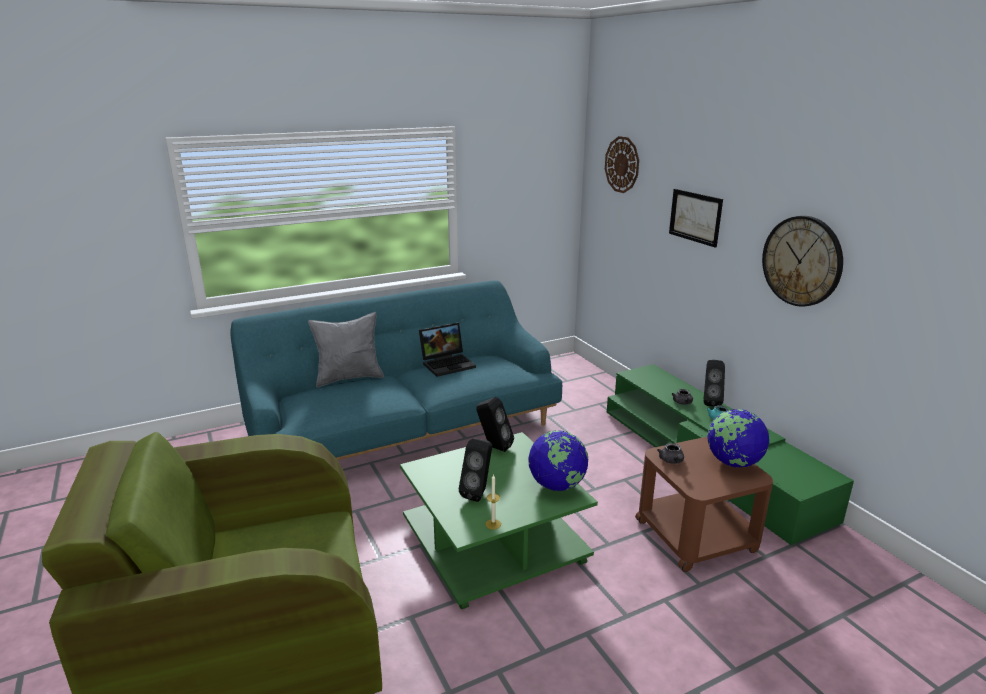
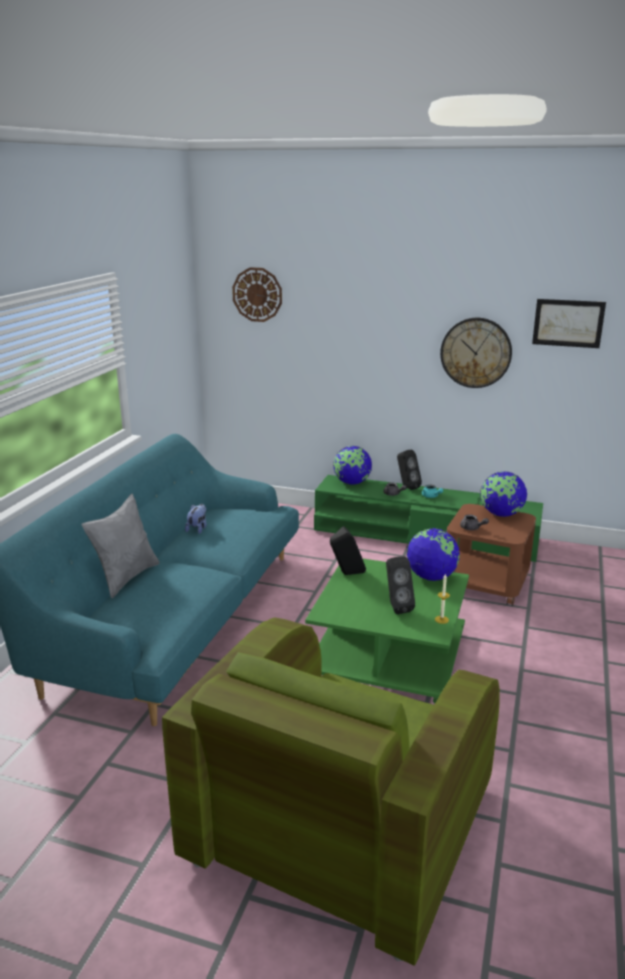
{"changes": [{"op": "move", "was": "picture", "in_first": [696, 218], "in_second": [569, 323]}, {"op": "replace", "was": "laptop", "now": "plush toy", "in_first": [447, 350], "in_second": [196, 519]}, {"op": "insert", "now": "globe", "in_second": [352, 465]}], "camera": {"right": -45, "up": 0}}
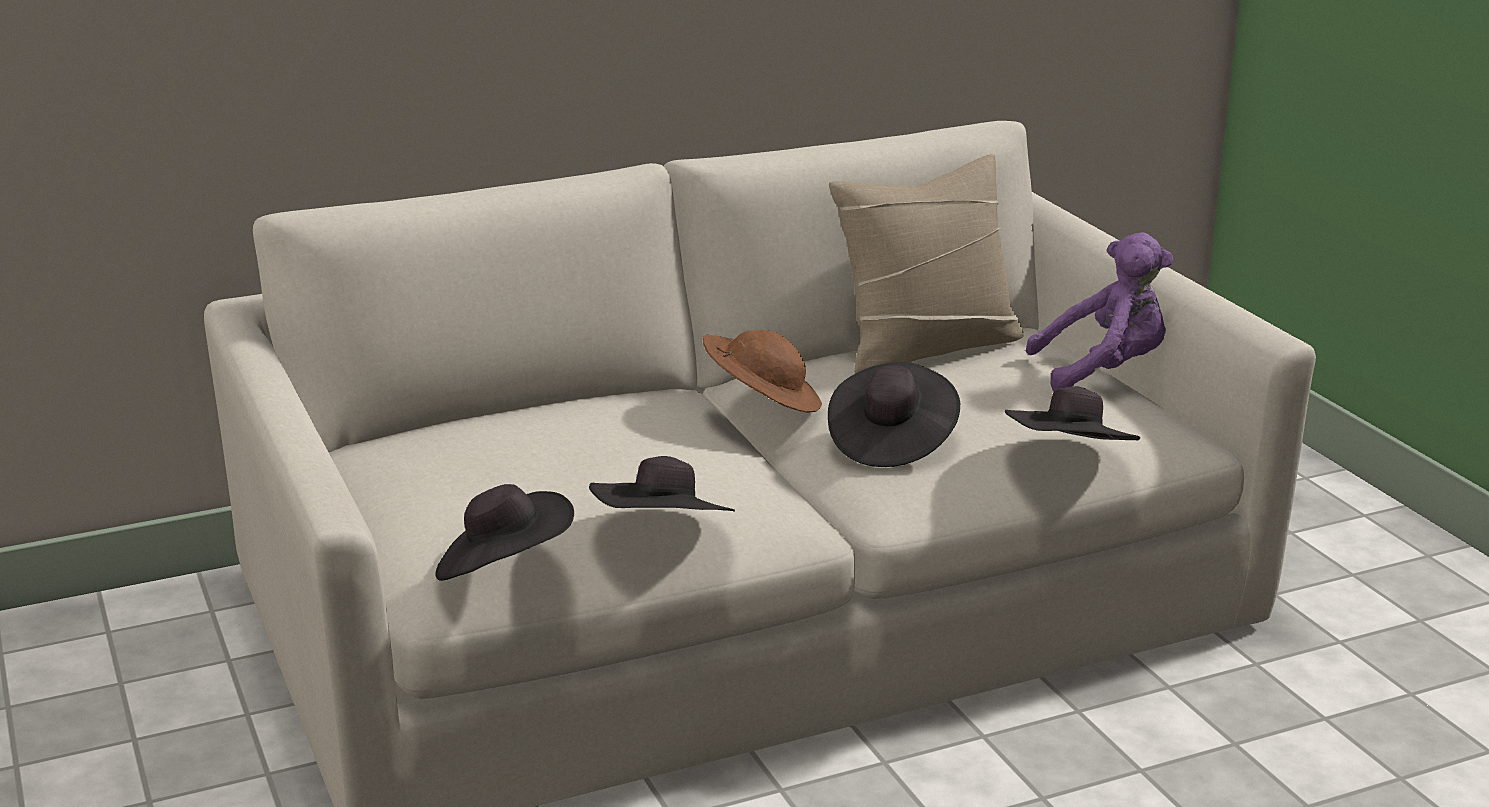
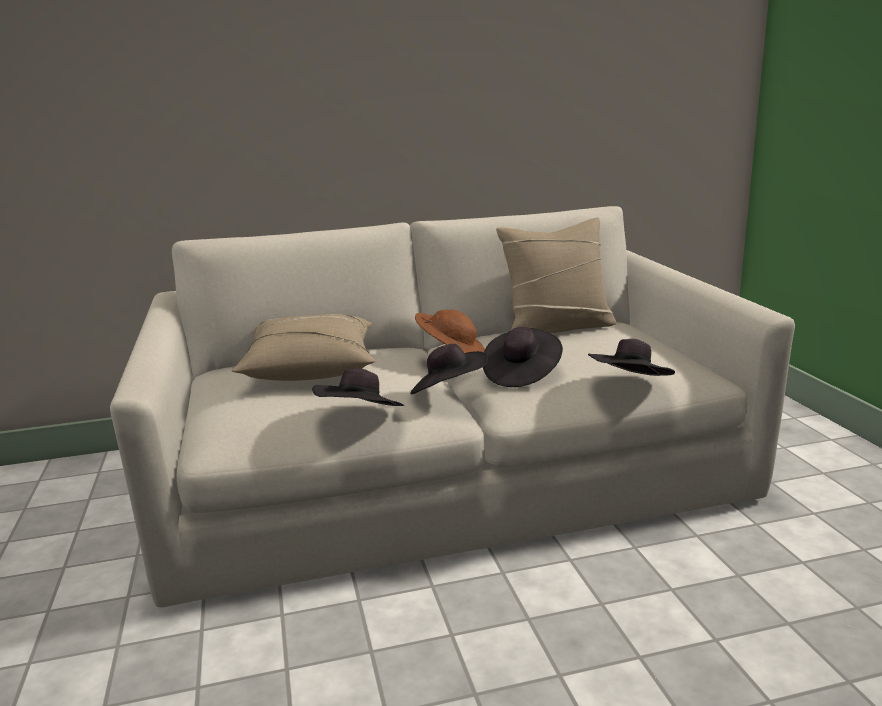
{"changes": [{"op": "delete", "was": "purple plush toy", "in_first": [1099, 312]}, {"op": "move", "was": "black hat", "in_first": [504, 532], "in_second": [449, 369]}, {"op": "insert", "now": "beige pillow", "in_second": [303, 347]}], "camera": {"right": 10, "up": -5}}
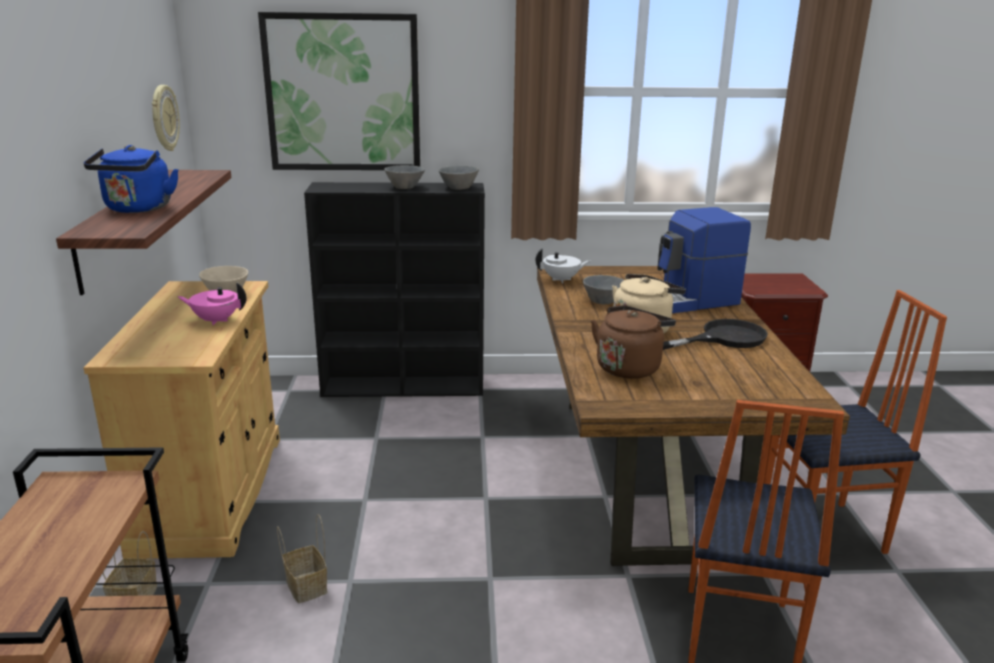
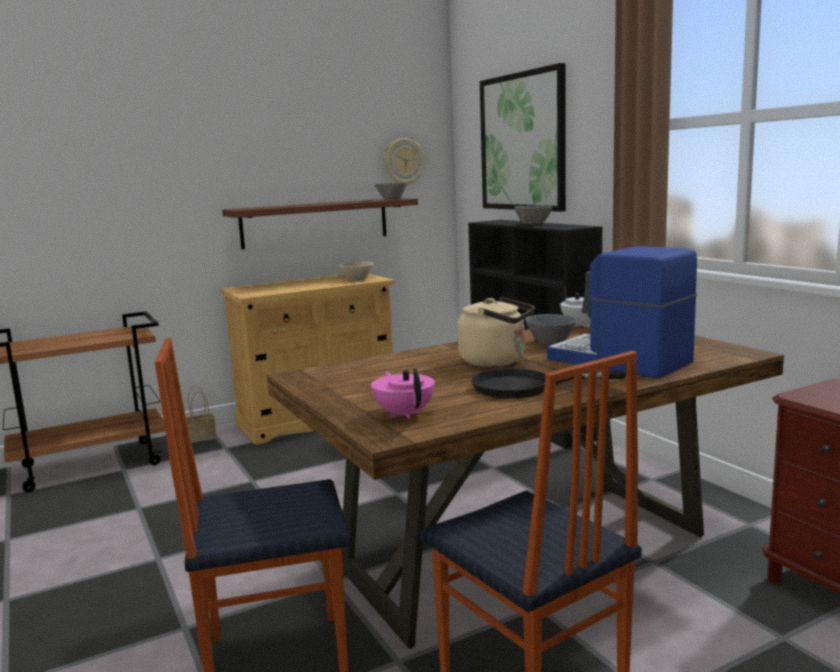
{"changes": [{"op": "delete", "was": "blue kettle", "in_first": [131, 179]}, {"op": "move", "was": "grey bowl", "in_first": [459, 178], "in_second": [391, 190]}, {"op": "move", "was": "pink teapot", "in_first": [212, 304], "in_second": [403, 393]}, {"op": "delete", "was": "brown kettle", "in_first": [633, 342]}, {"op": "rotate", "was": "black frying pan", "in_first": [715, 334], "in_second": [548, 383], "clockwise": 135}, {"op": "delete", "was": "basket", "in_first": [302, 558]}], "camera": {"right": 65, "up": -10}}
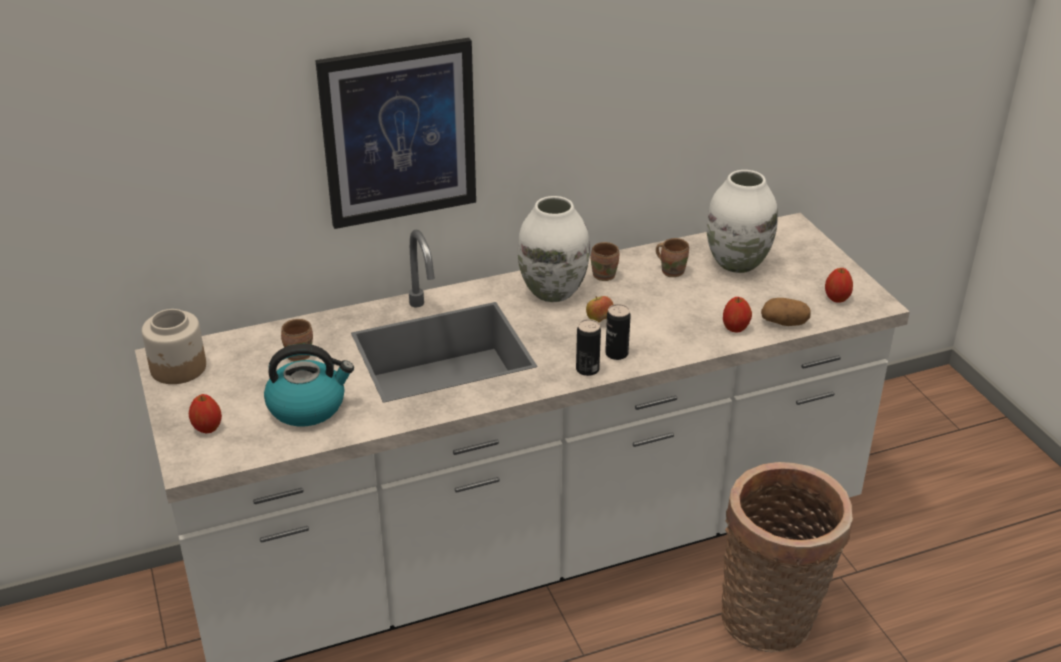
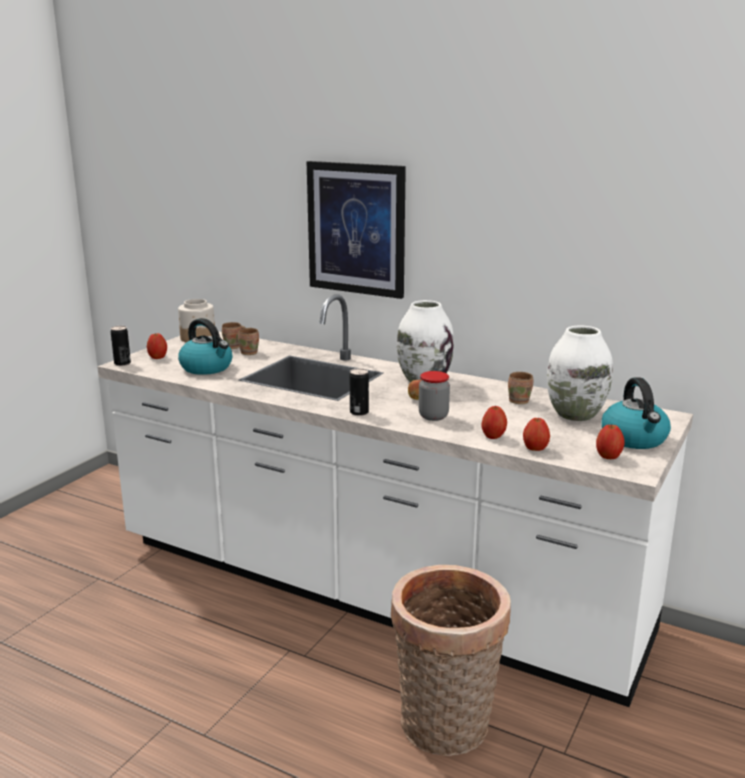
{"changes": [{"op": "move", "was": "brown mug", "in_first": [605, 261], "in_second": [234, 335]}, {"op": "replace", "was": "potato", "now": "apple", "in_first": [786, 312], "in_second": [536, 434]}, {"op": "move", "was": "can", "in_first": [618, 332], "in_second": [121, 346]}, {"op": "insert", "now": "jar", "in_second": [434, 396]}, {"op": "insert", "now": "kettle", "in_second": [636, 413]}], "camera": {"right": 50, "up": -15}}
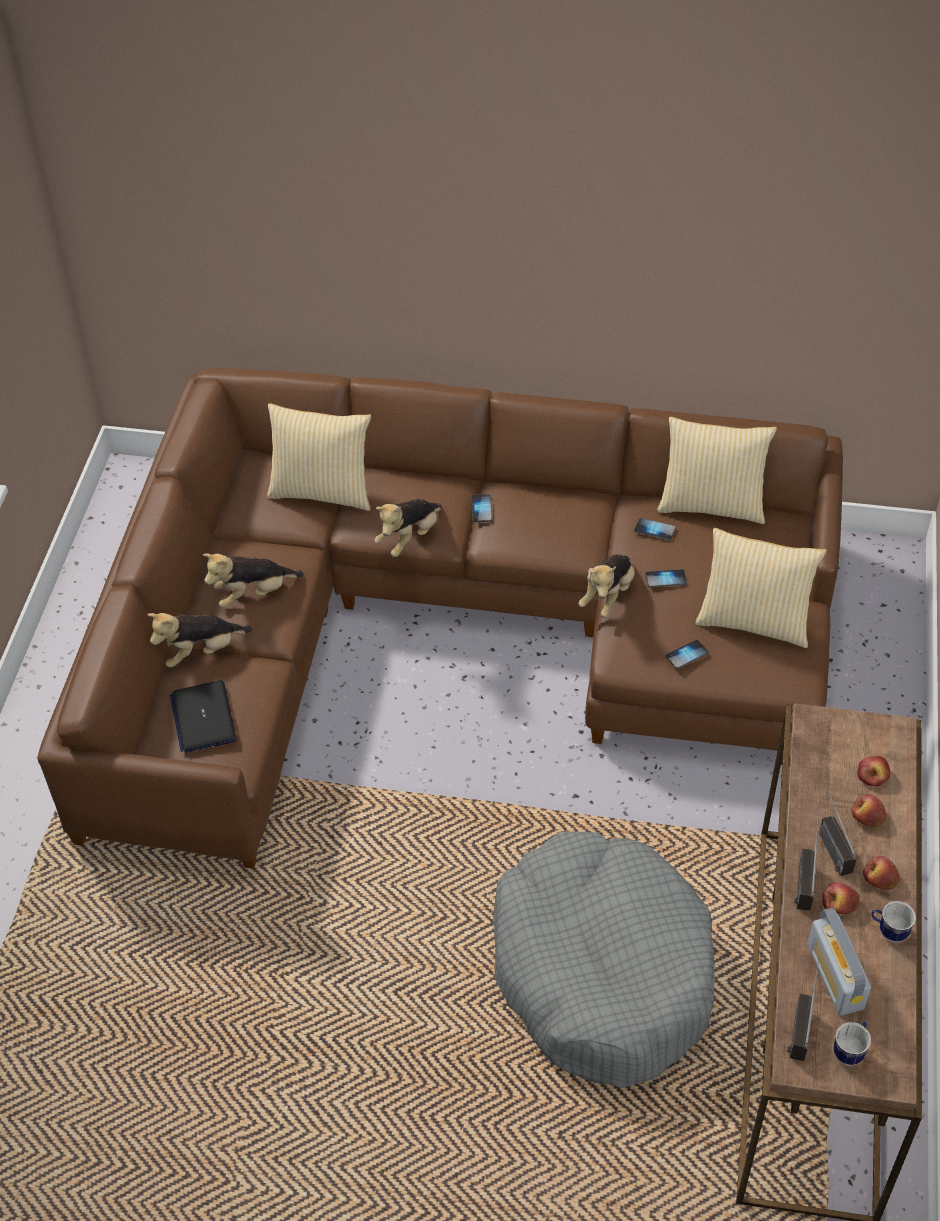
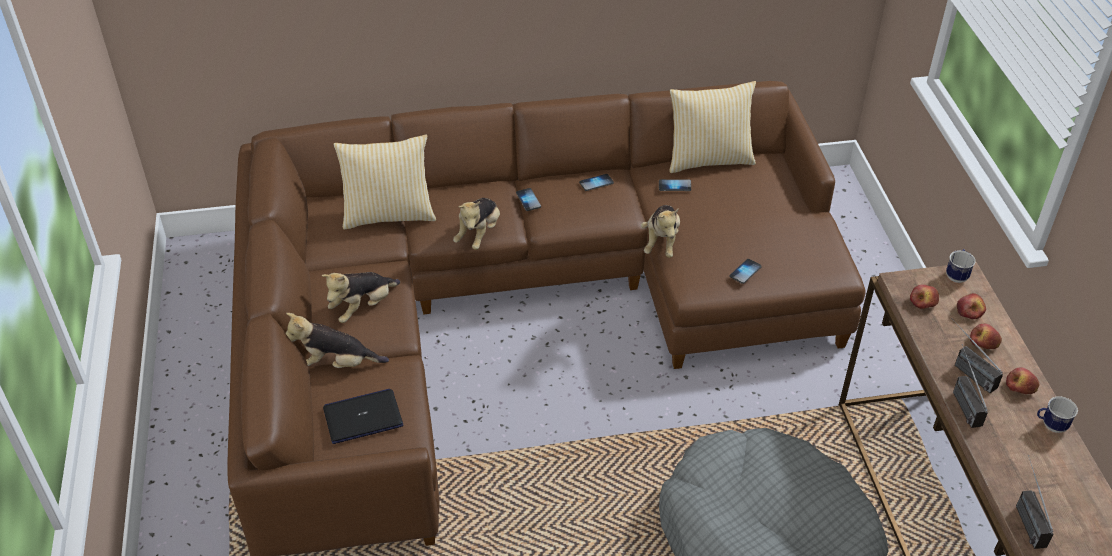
{"changes": [{"op": "delete", "was": "pillow", "in_first": [761, 588]}, {"op": "move", "was": "phone", "in_first": [666, 578], "in_second": [596, 182]}, {"op": "rotate", "was": "plush toy", "in_first": [199, 640], "in_second": [337, 340], "clockwise": 45}, {"op": "rotate", "was": "laptop", "in_first": [203, 716], "in_second": [363, 416], "clockwise": 105}, {"op": "move", "was": "apple", "in_first": [841, 898], "in_second": [924, 296]}, {"op": "delete", "was": "radio", "in_first": [839, 962]}, {"op": "move", "was": "mug", "in_first": [852, 1043], "in_second": [961, 266]}], "camera": {"right": -20, "up": -5}}
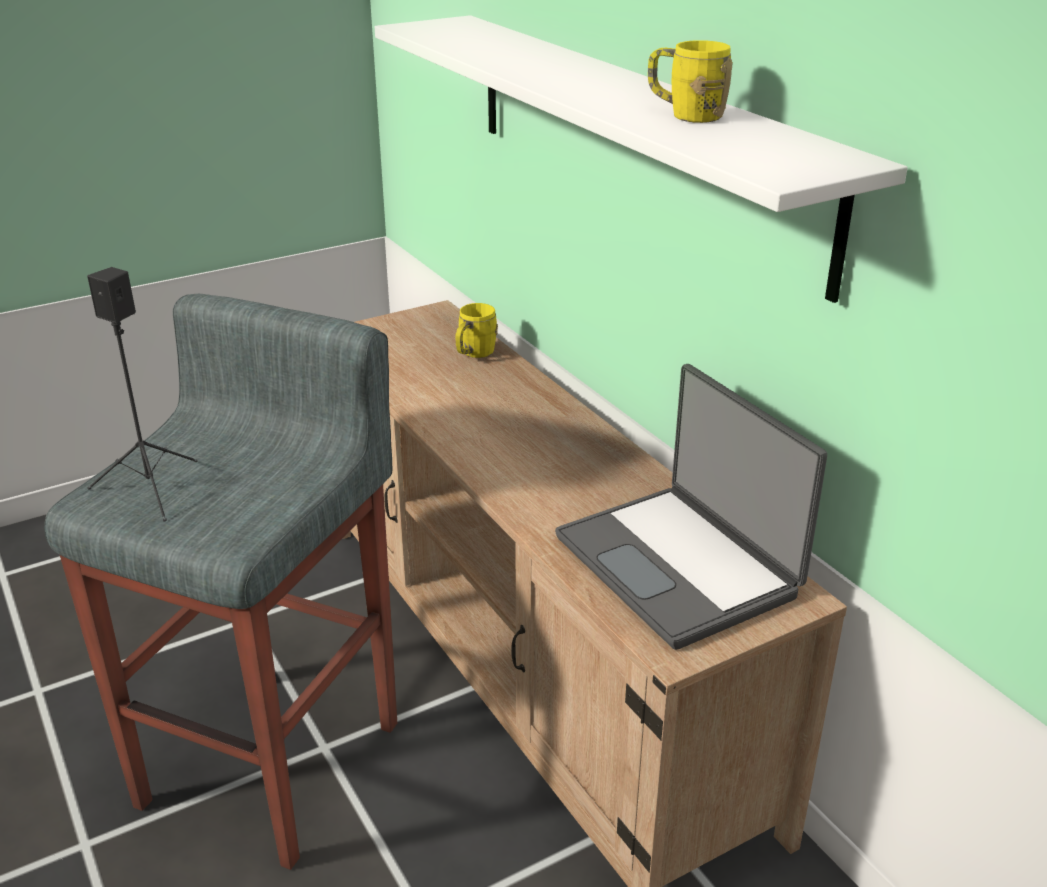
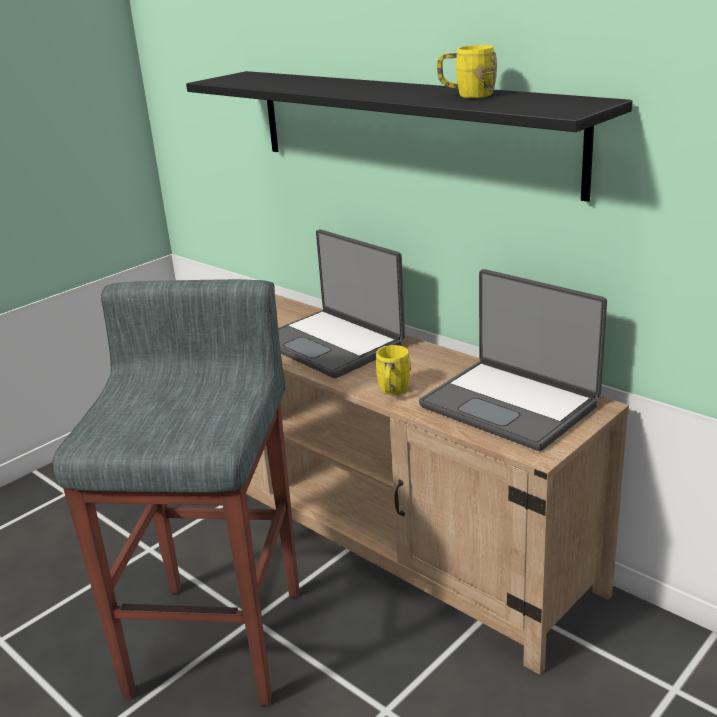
{"changes": [{"op": "recolor", "was": "white shelf", "now": "black shelf", "in_first": [641, 159], "in_second": [409, 136]}, {"op": "delete", "was": "black speaker", "in_first": [142, 394]}, {"op": "move", "was": "yellow mug", "in_first": [477, 330], "in_second": [393, 370]}, {"op": "insert", "now": "laptop", "in_second": [341, 303]}], "camera": {"right": -15, "up": -5}}
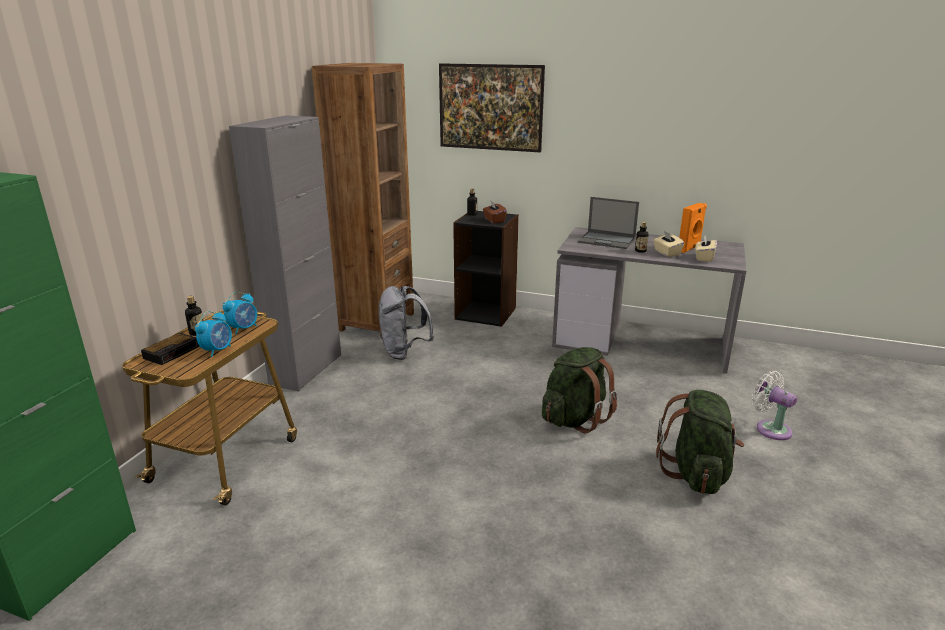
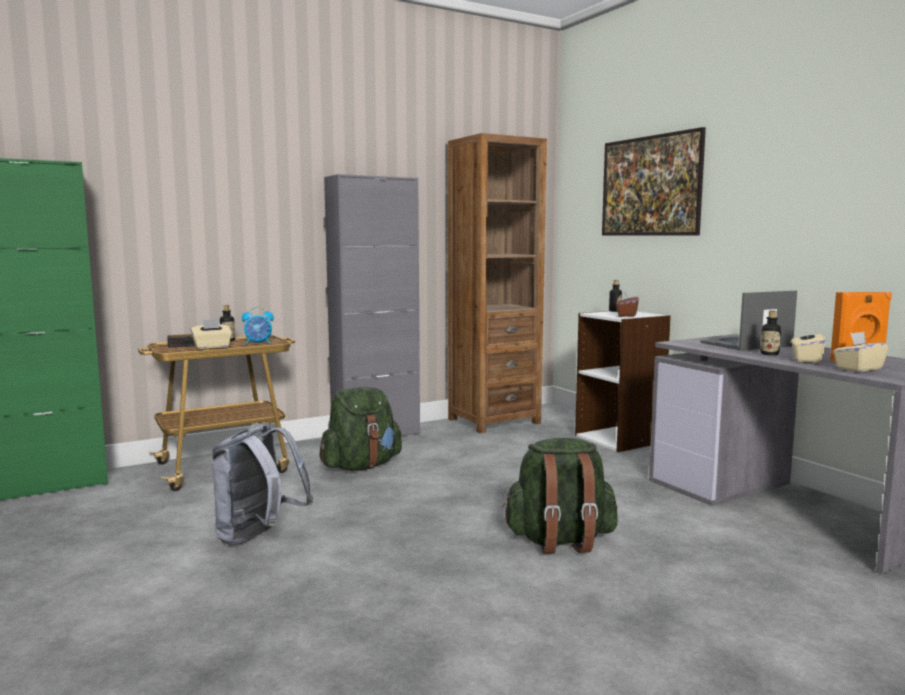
{"changes": [{"op": "rotate", "was": "laptop", "in_first": [608, 223], "in_second": [749, 320], "clockwise": 90}, {"op": "recolor", "was": "black bookcase", "now": "white bookcase", "in_first": [486, 269], "in_second": [623, 381]}, {"op": "move", "was": "grey backpack", "in_first": [406, 323], "in_second": [262, 484]}, {"op": "replace", "was": "alarm clock", "now": "beige tissue box", "in_first": [213, 334], "in_second": [211, 334]}, {"op": "delete", "was": "white fan", "in_first": [774, 405]}, {"op": "move", "was": "green backpack", "in_first": [700, 442], "in_second": [360, 428]}], "camera": {"right": 40, "up": -15}}
